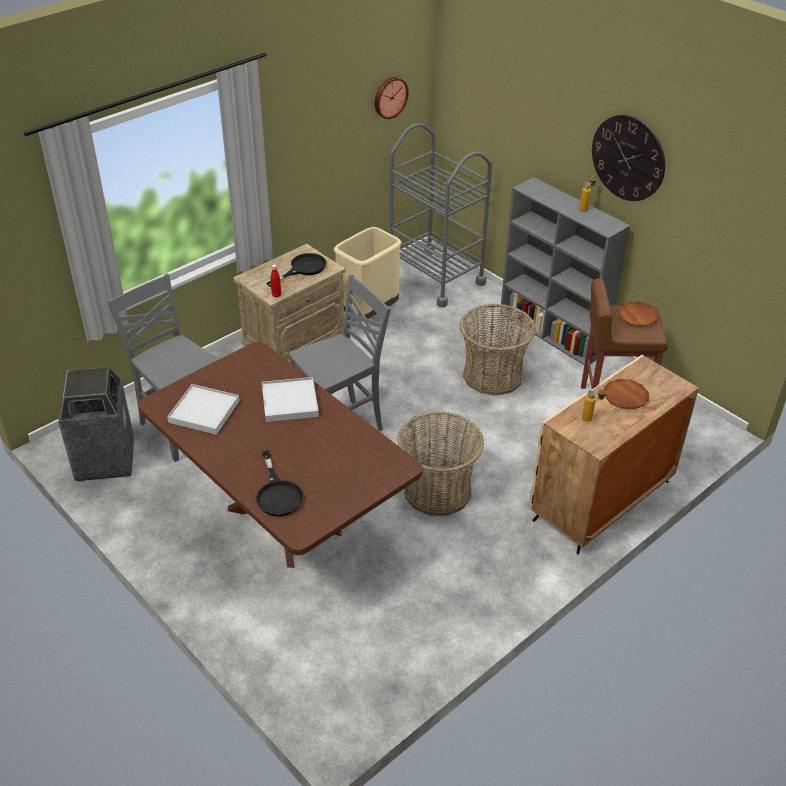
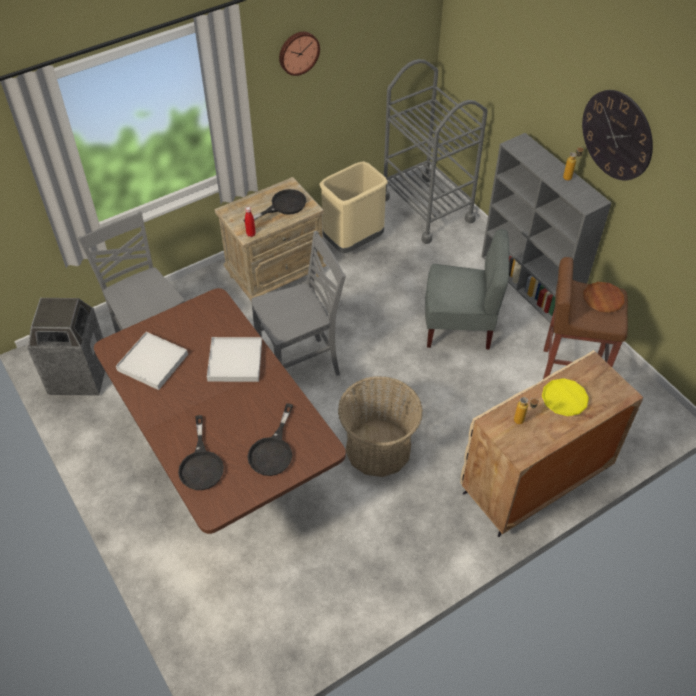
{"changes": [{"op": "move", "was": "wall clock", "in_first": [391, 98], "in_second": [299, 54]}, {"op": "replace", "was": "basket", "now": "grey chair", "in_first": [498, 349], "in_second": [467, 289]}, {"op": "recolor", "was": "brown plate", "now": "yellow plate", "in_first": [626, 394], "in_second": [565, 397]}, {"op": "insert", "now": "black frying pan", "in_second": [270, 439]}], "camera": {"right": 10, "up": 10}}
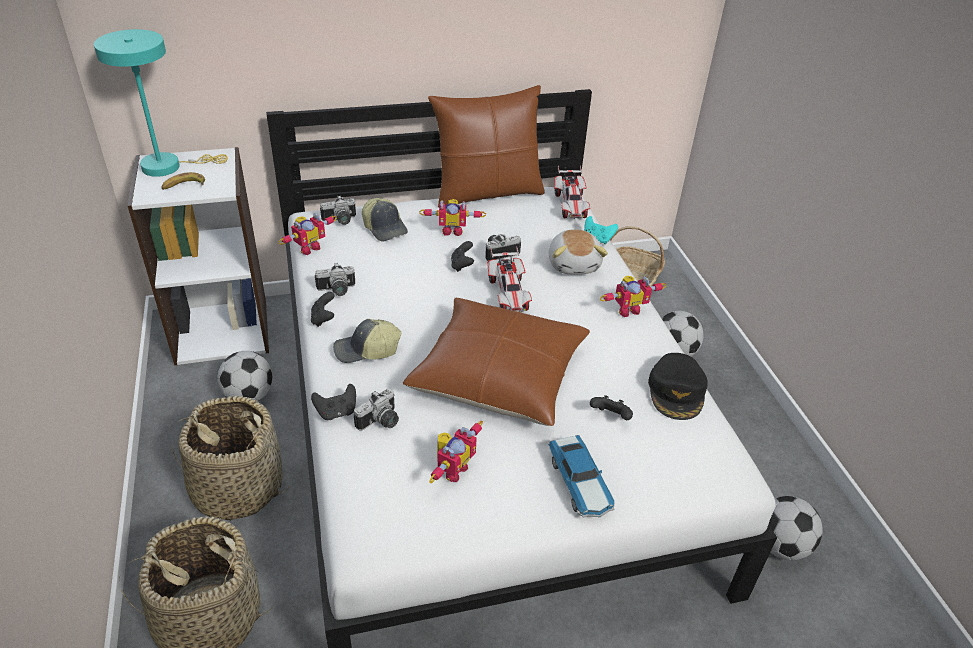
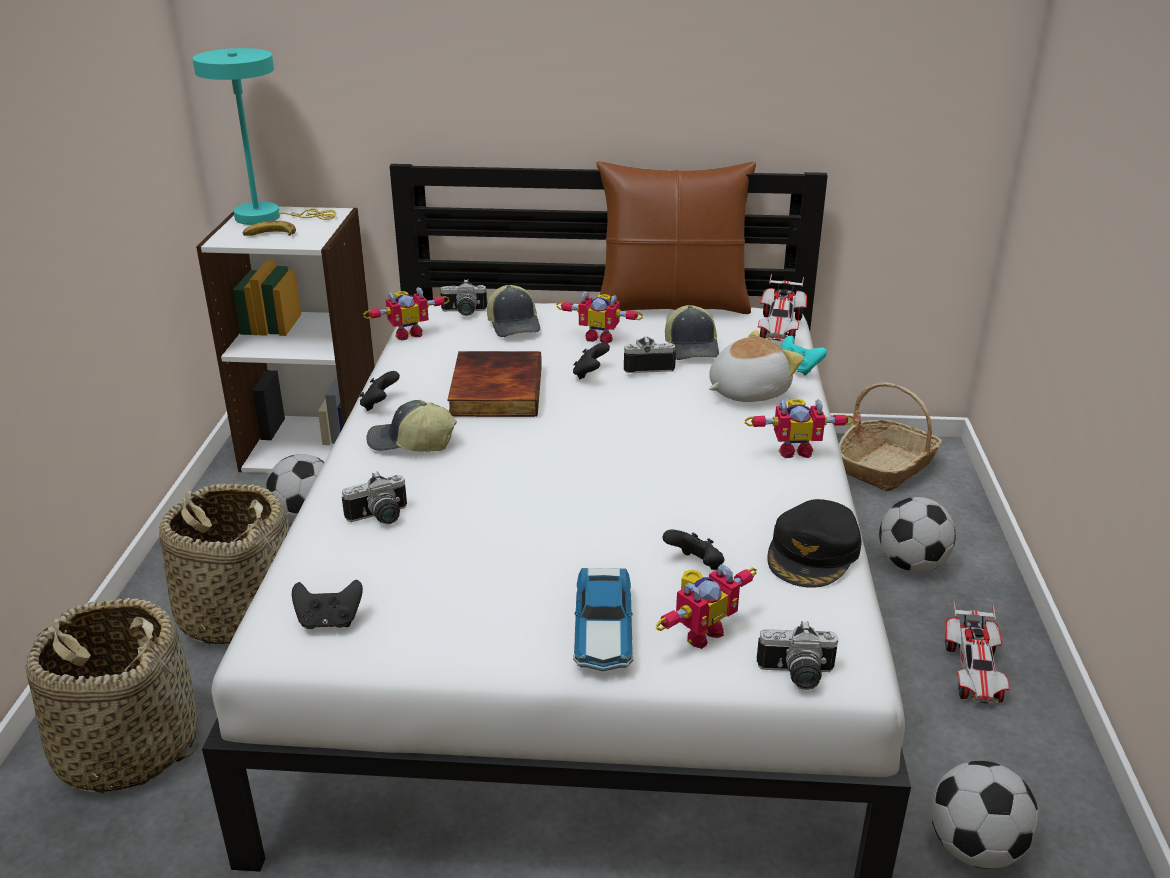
{"changes": [{"op": "rotate", "was": "plush toy", "in_first": [578, 251], "in_second": [756, 366], "clockwise": -135}, {"op": "move", "was": "toy car", "in_first": [509, 279], "in_second": [977, 652]}, {"op": "move", "was": "photo camera", "in_first": [335, 279], "in_second": [797, 655]}, {"op": "delete", "was": "brown pillow", "in_first": [496, 362]}, {"op": "move", "was": "black game controller", "in_first": [333, 402], "in_second": [327, 604]}, {"op": "move", "was": "toy robot", "in_first": [456, 452], "in_second": [706, 607]}, {"op": "insert", "now": "cap", "in_second": [692, 332]}, {"op": "insert", "now": "book", "in_second": [494, 384]}], "camera": {"right": 20, "up": -10}}
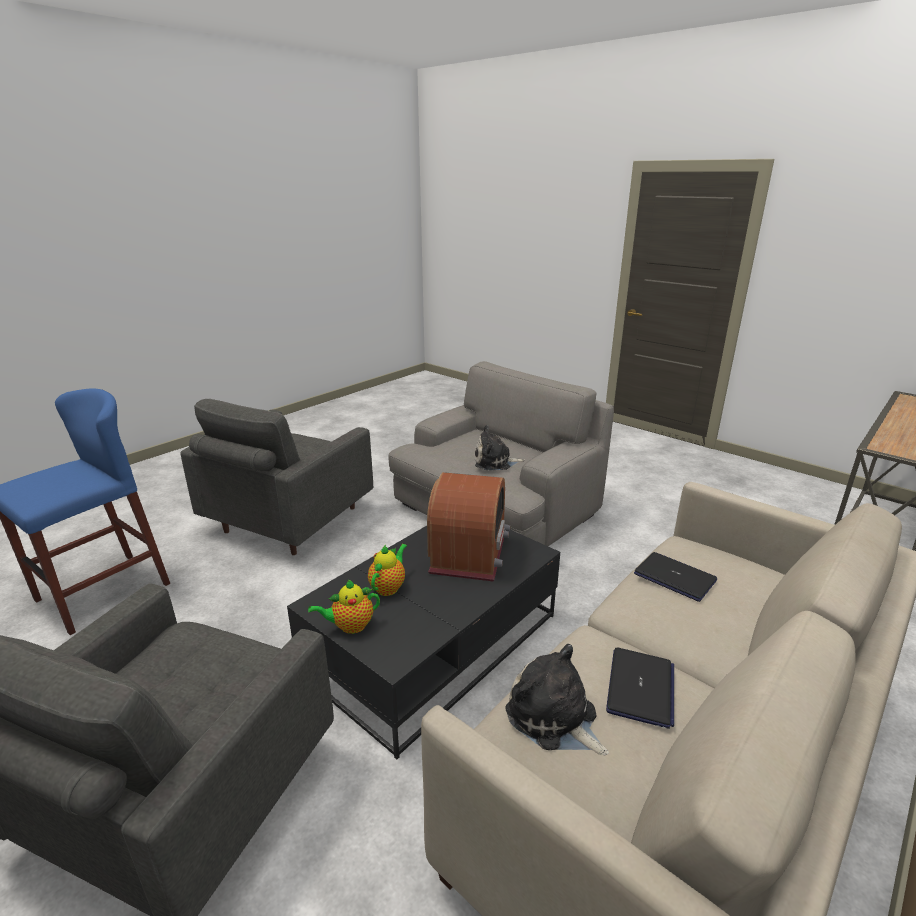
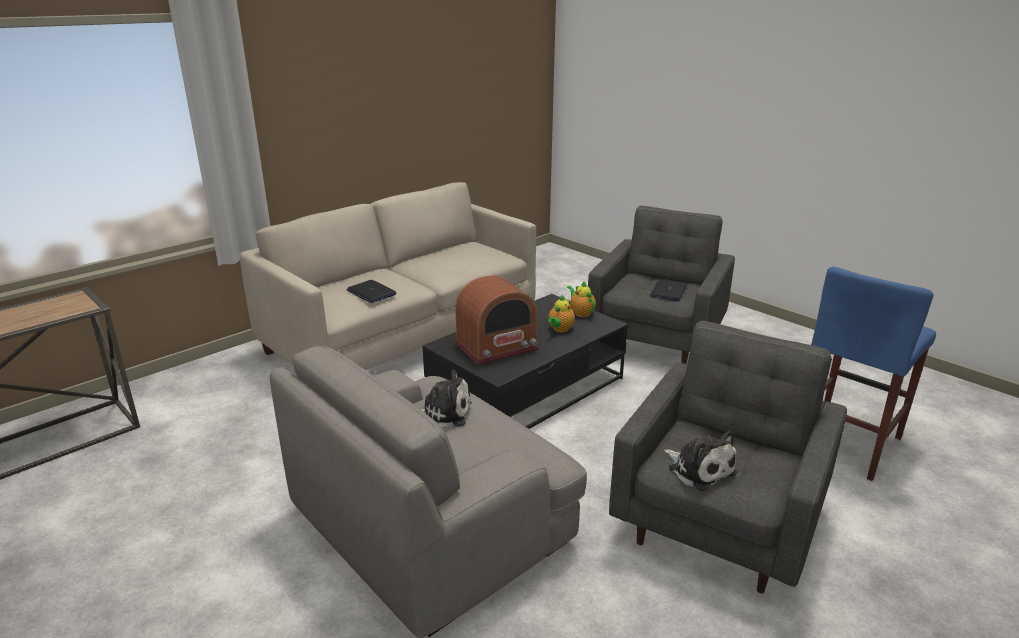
{"changes": [{"op": "rotate", "was": "radio", "in_first": [468, 527], "in_second": [496, 320], "clockwise": -135}, {"op": "rotate", "was": "teapot", "in_first": [344, 606], "in_second": [581, 299], "clockwise": -105}, {"op": "move", "was": "plush toy", "in_first": [557, 699], "in_second": [700, 461]}, {"op": "move", "was": "laptop", "in_first": [640, 688], "in_second": [669, 290]}], "camera": {"right": -175, "up": 0}}
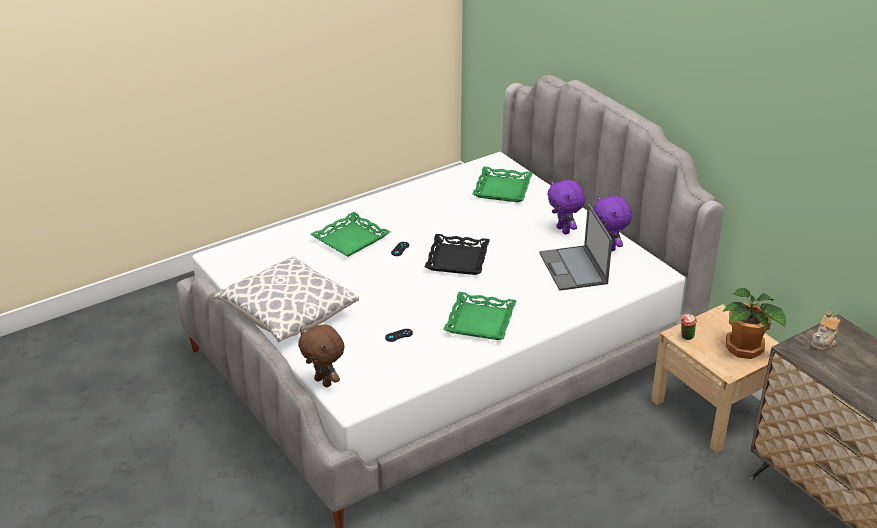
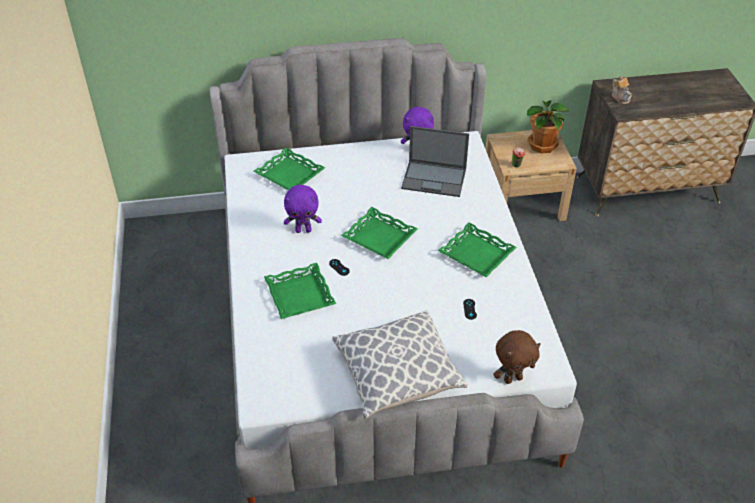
{"changes": [{"op": "move", "was": "purple plush toy", "in_first": [566, 207], "in_second": [303, 209]}, {"op": "recolor", "was": "black tray", "now": "green tray", "in_first": [457, 254], "in_second": [379, 233]}], "camera": {"right": -65, "up": 10}}
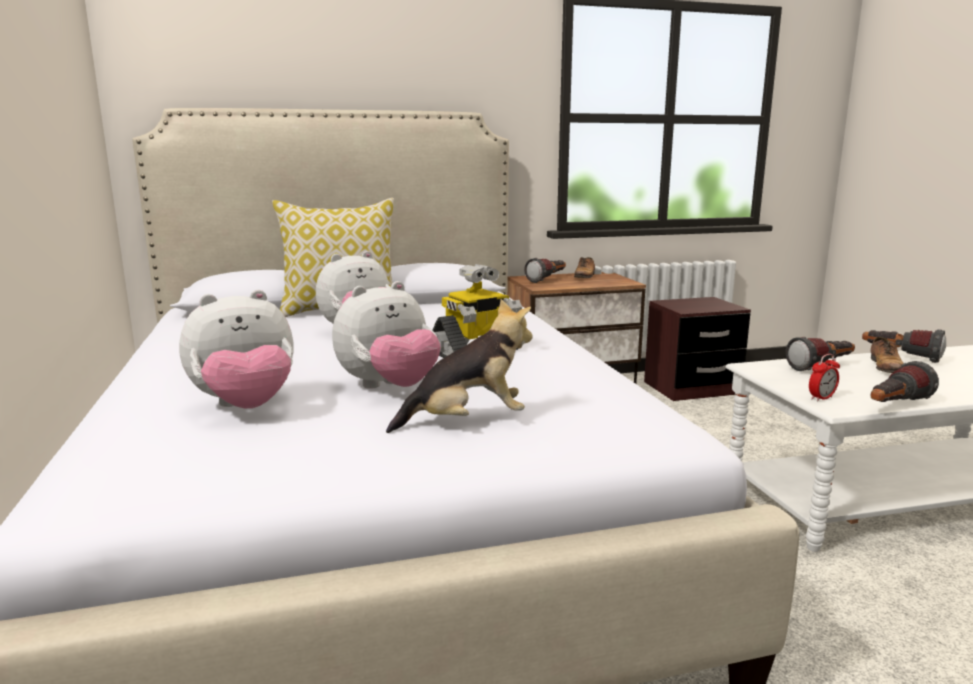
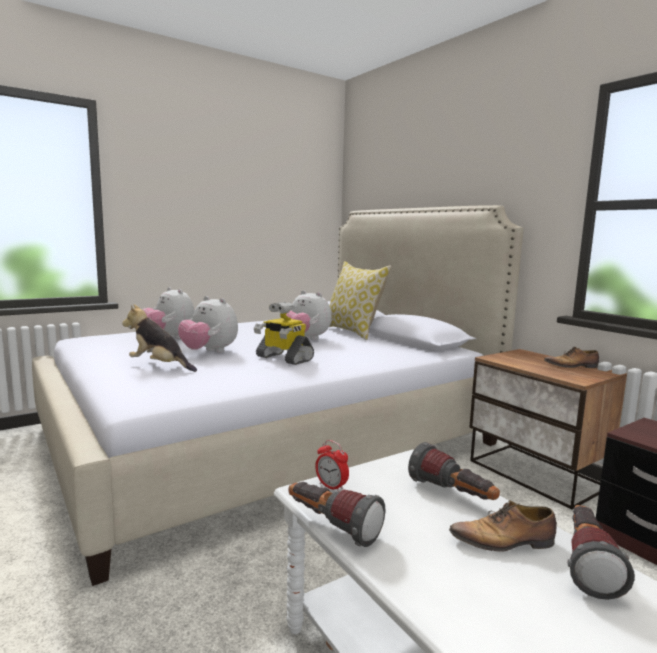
{"changes": [{"op": "delete", "was": "flashlight", "in_first": [545, 270]}, {"op": "rotate", "was": "plush toy", "in_first": [459, 366], "in_second": [159, 338], "clockwise": 150}], "camera": {"right": 70, "up": -5}}
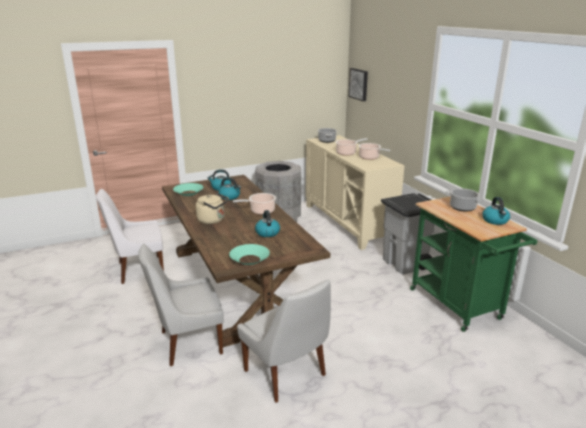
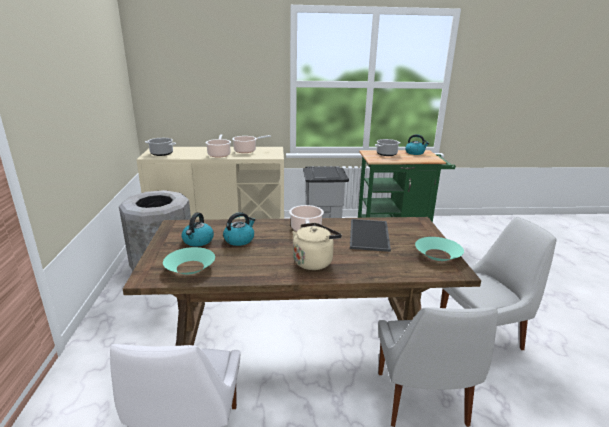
{"changes": [{"op": "delete", "was": "picture", "in_first": [358, 84]}, {"op": "replace", "was": "kettle", "now": "tray", "in_first": [267, 223], "in_second": [370, 235]}], "camera": {"right": -70, "up": 0}}
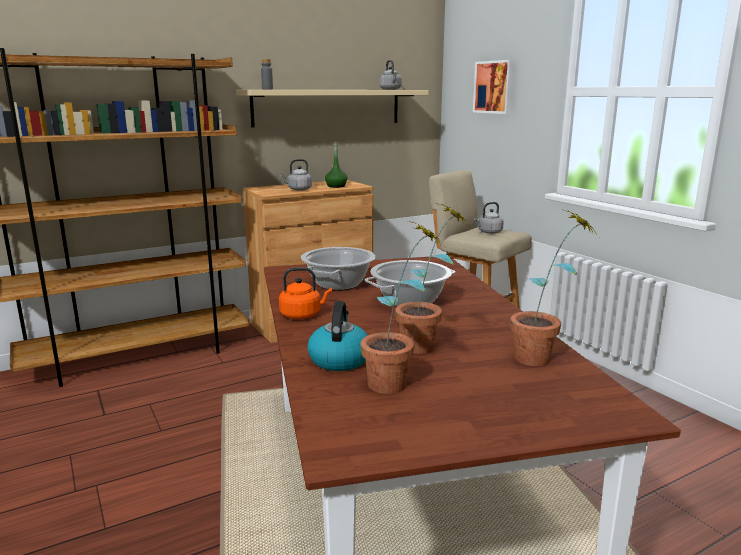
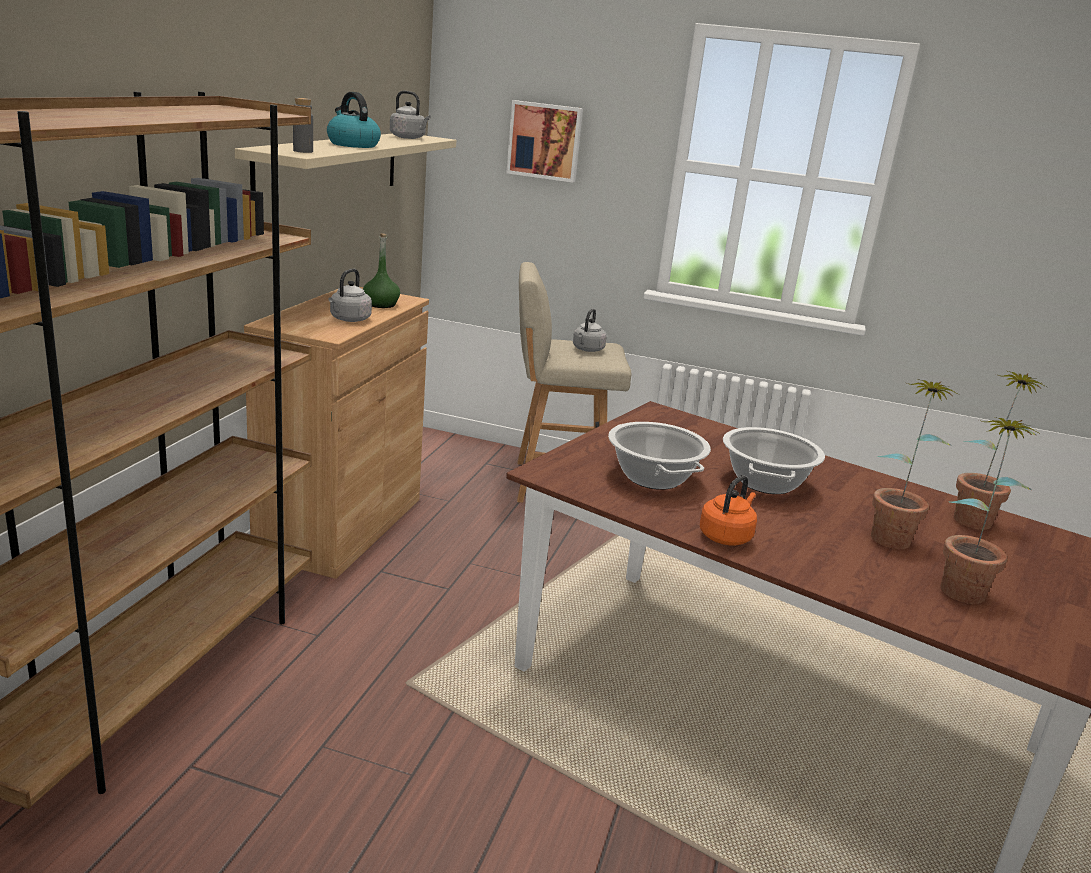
{"changes": [{"op": "move", "was": "kettle", "in_first": [337, 336], "in_second": [354, 120]}], "camera": {"right": -45, "up": 5}}
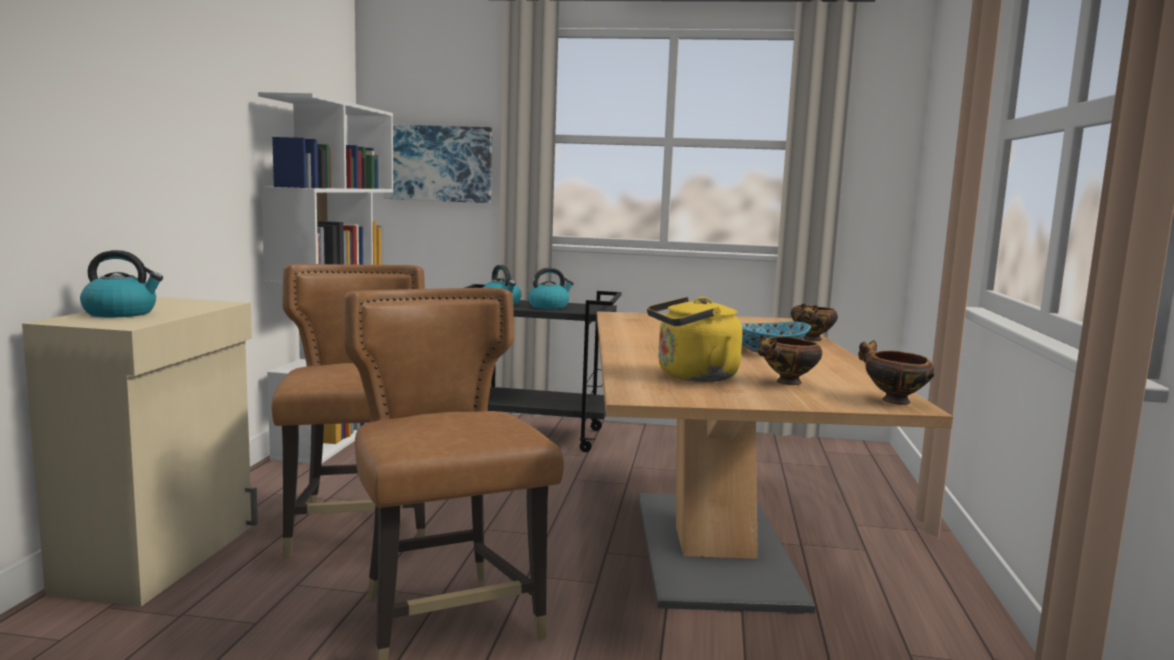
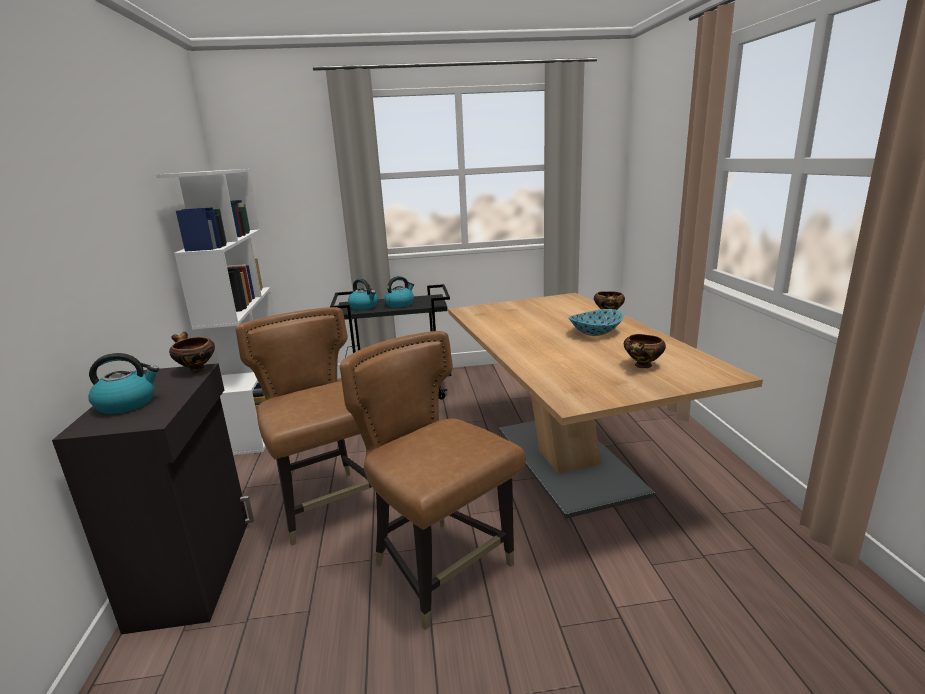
{"changes": [{"op": "delete", "was": "picture", "in_first": [438, 164]}, {"op": "recolor", "was": "beige cabinet", "now": "black cabinet", "in_first": [140, 452], "in_second": [153, 498]}, {"op": "delete", "was": "yellow kettle", "in_first": [695, 339]}, {"op": "move", "was": "bowl", "in_first": [896, 372], "in_second": [192, 352]}], "camera": {"right": -15, "up": 10}}
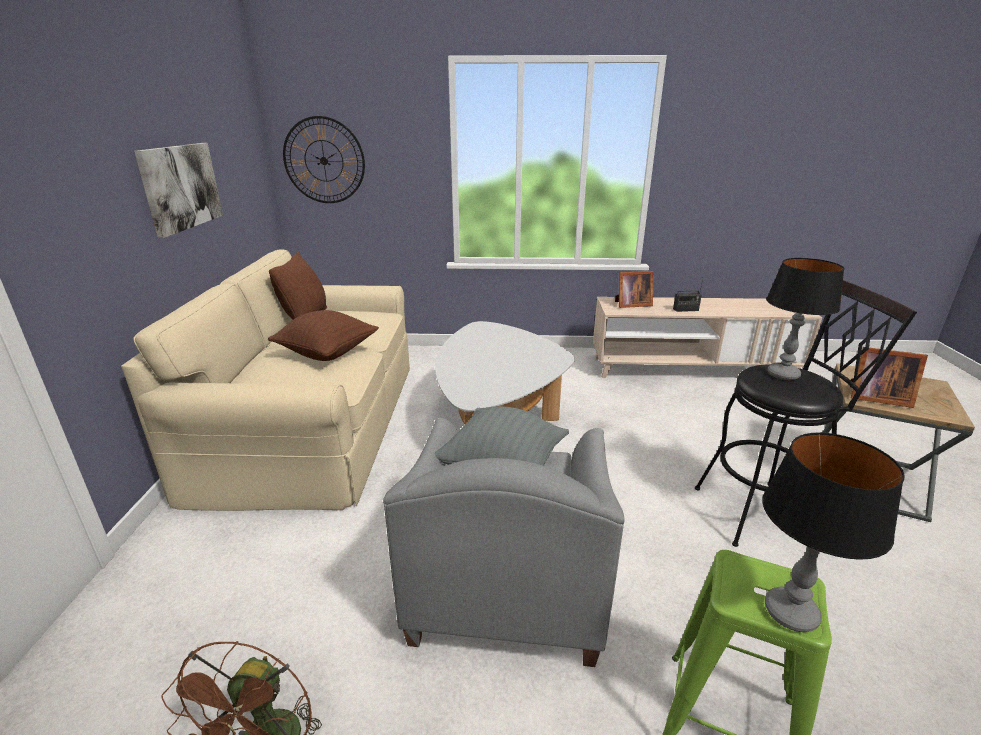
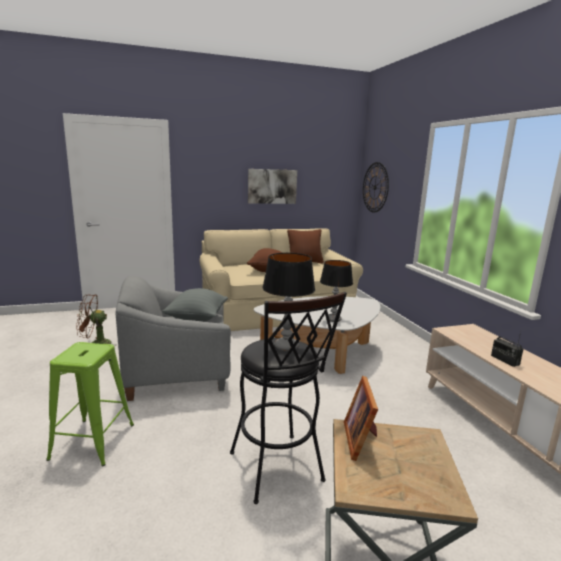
{"changes": [{"op": "delete", "was": "picture frame", "in_first": [634, 289]}, {"op": "move", "was": "table lamp", "in_first": [833, 532], "in_second": [336, 291]}], "camera": {"right": 70, "up": -10}}
